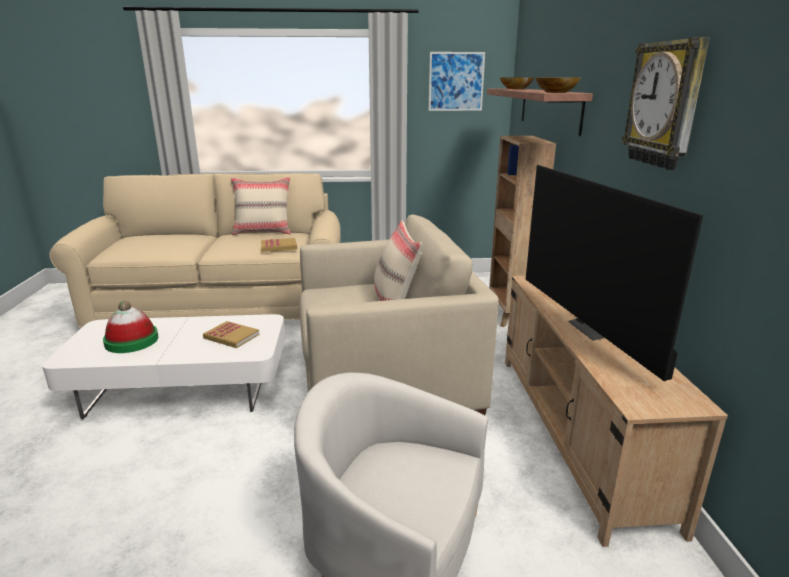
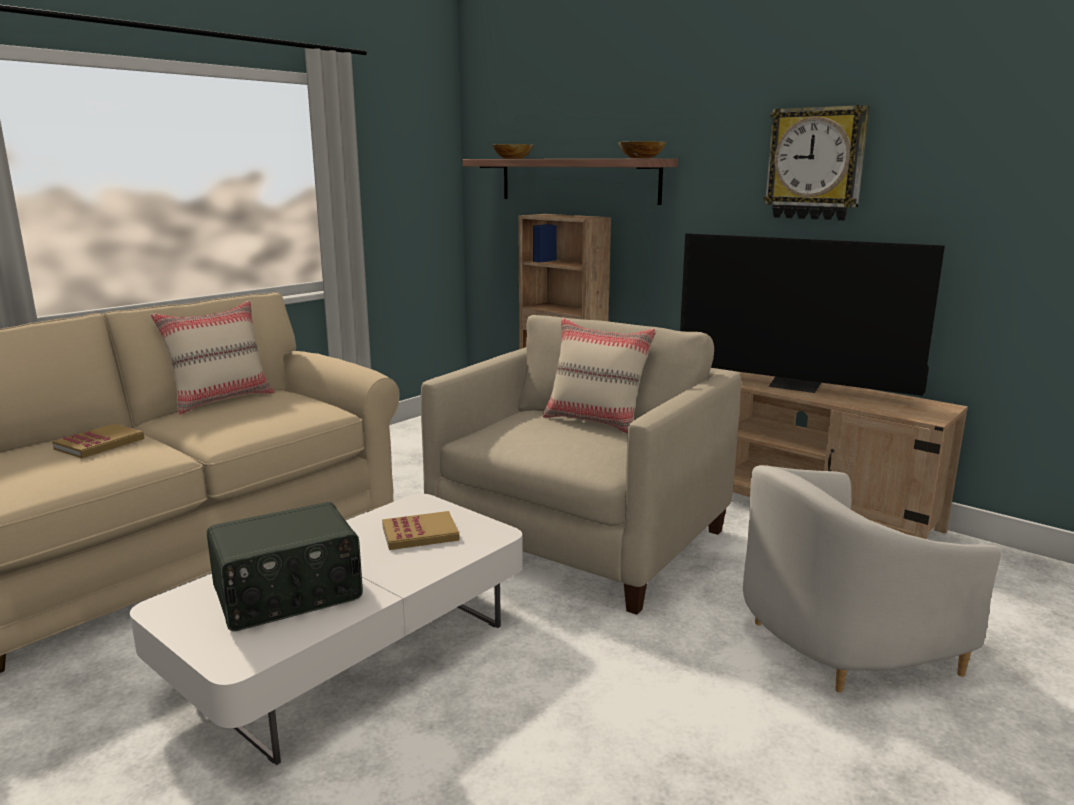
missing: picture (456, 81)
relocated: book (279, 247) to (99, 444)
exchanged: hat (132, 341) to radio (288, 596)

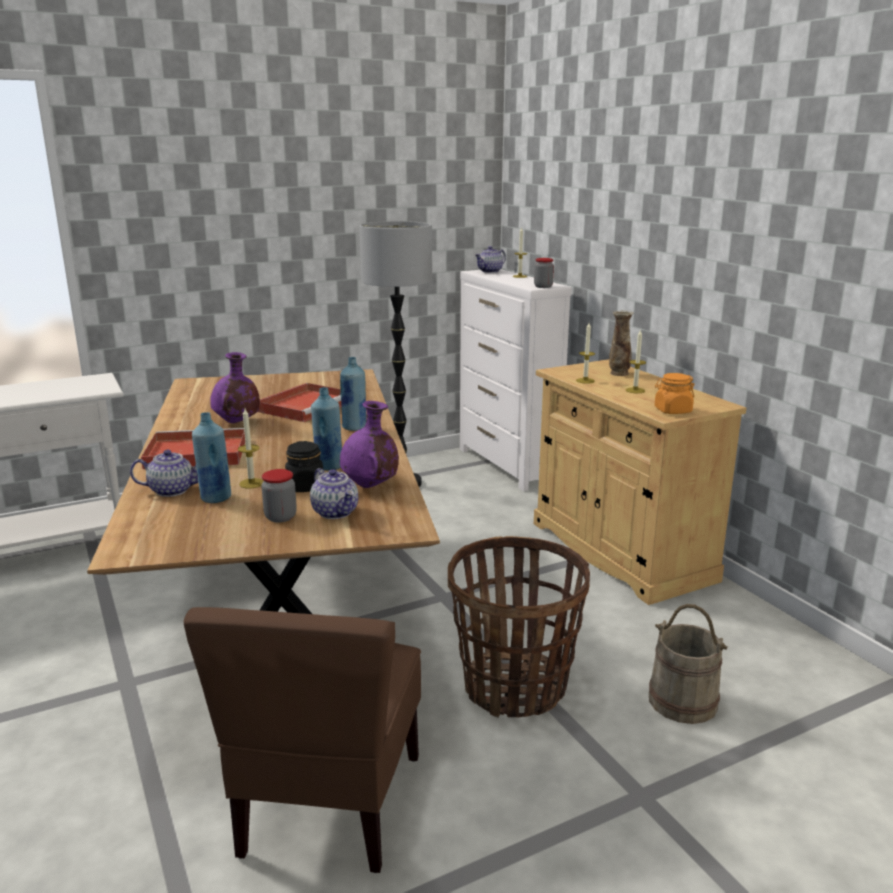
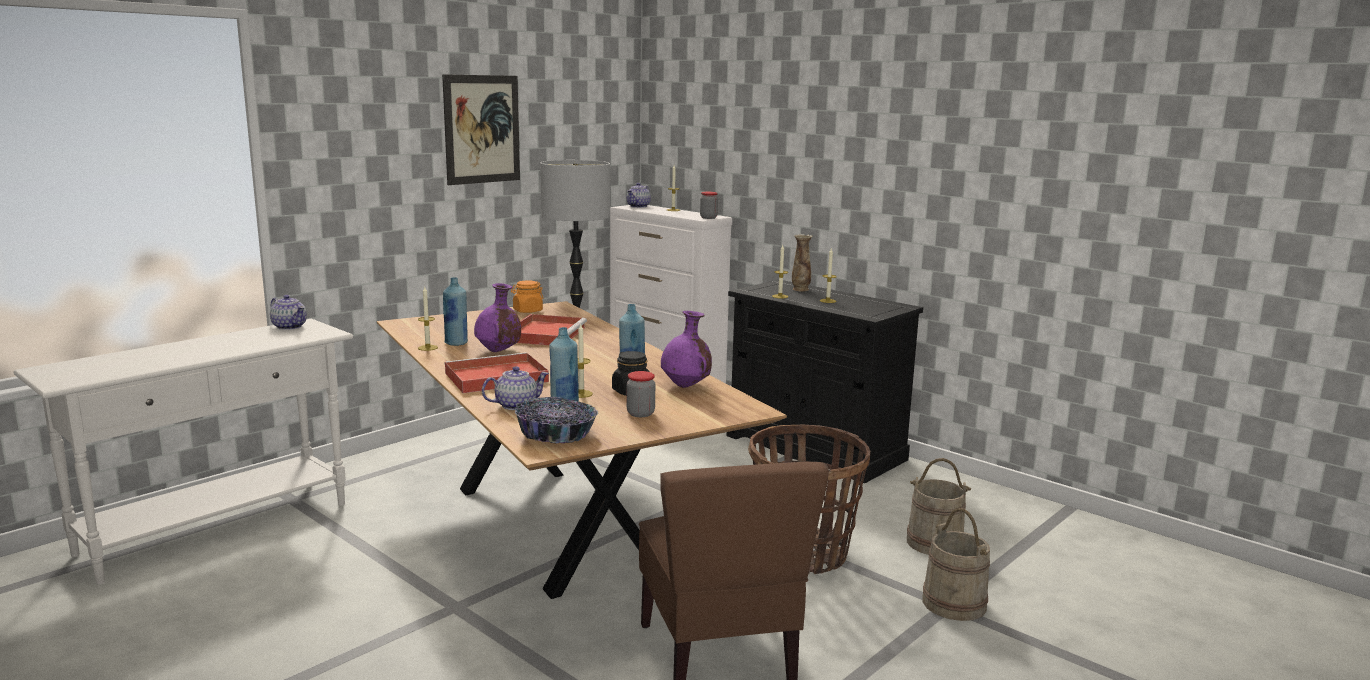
appeared: candle (428, 348); picture (482, 129); bowl (556, 435); bucket in beige (954, 603)
relocated: teapot (336, 512) to (290, 327); bottle in blue (354, 427) to (456, 343); jar in orange (672, 411) to (527, 311)
colour: cabinet in beige (620, 551) to cabinet in black (814, 448)

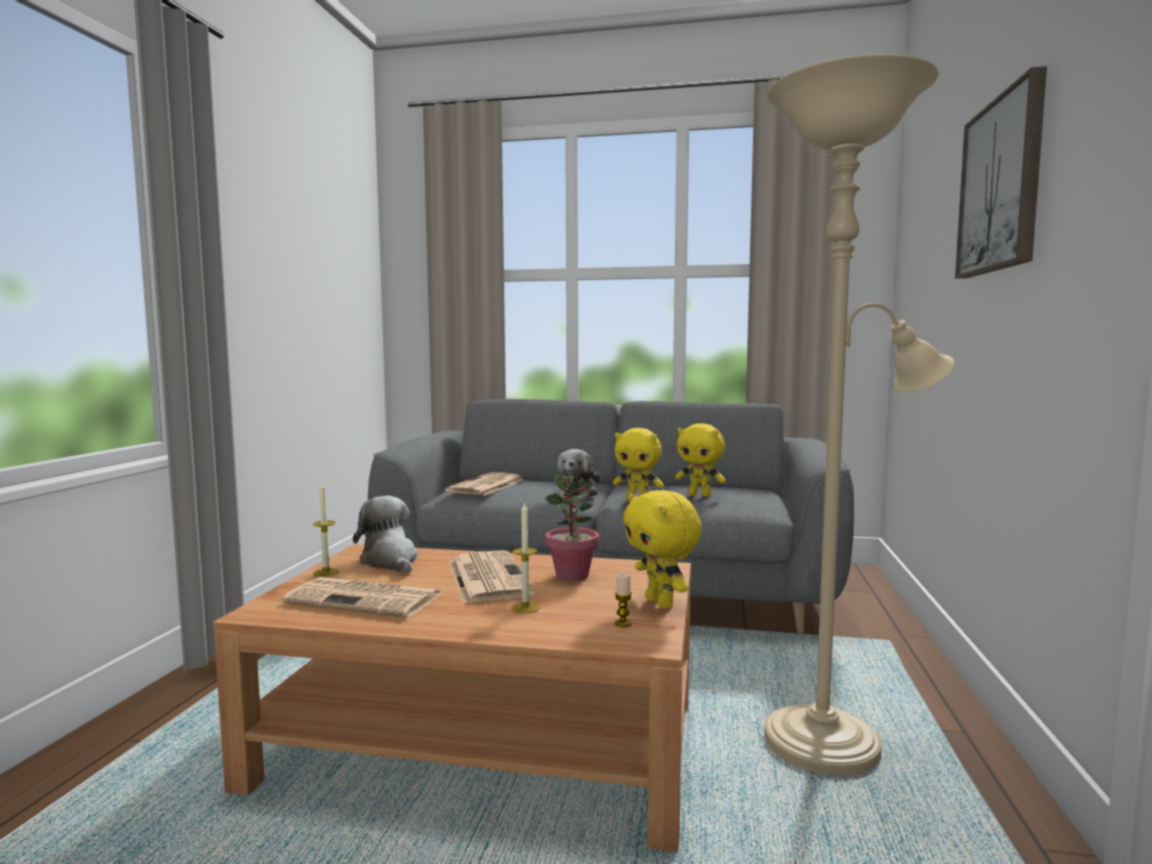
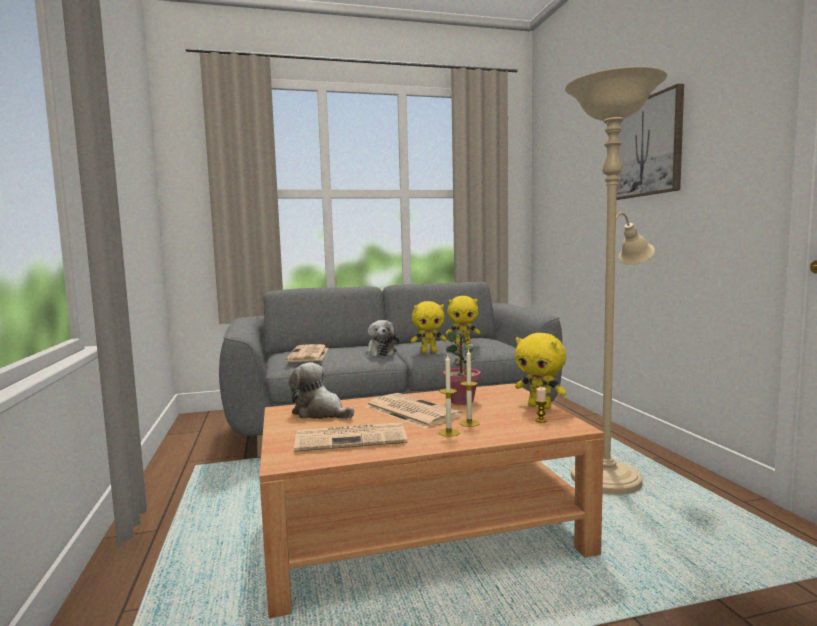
relocated: candle (326, 572) to (448, 432)

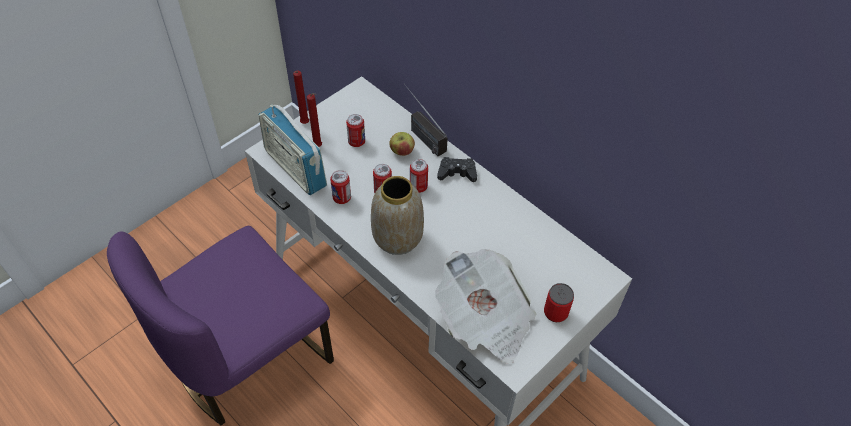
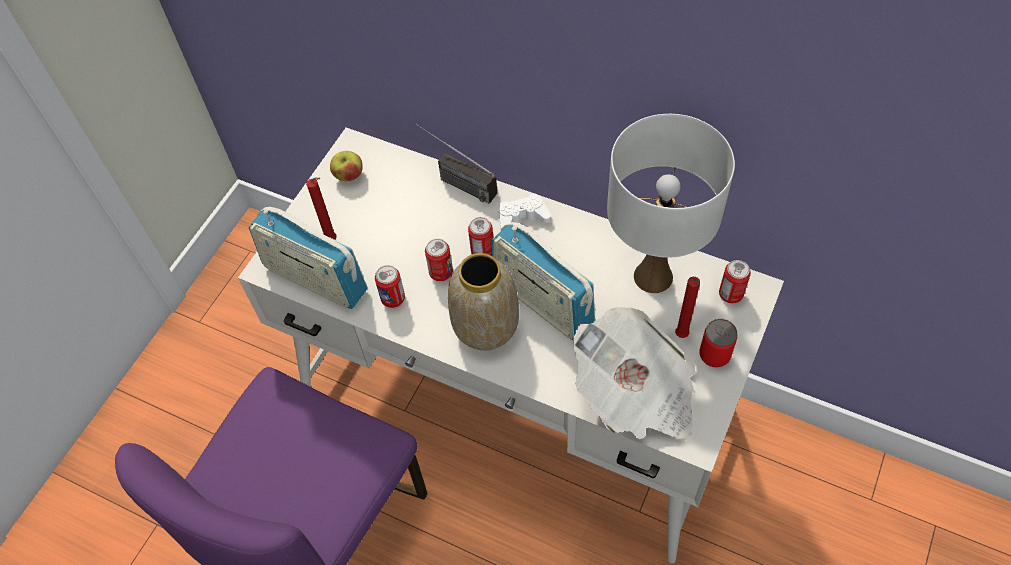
appeared: radio (542, 302); table lamp in white (653, 277)
relocated: apple (402, 151) to (349, 175); candle in red (304, 124) to (682, 336); can (356, 142) to (730, 294)
colour: game controller in black (457, 173) to game controller in white (522, 217)

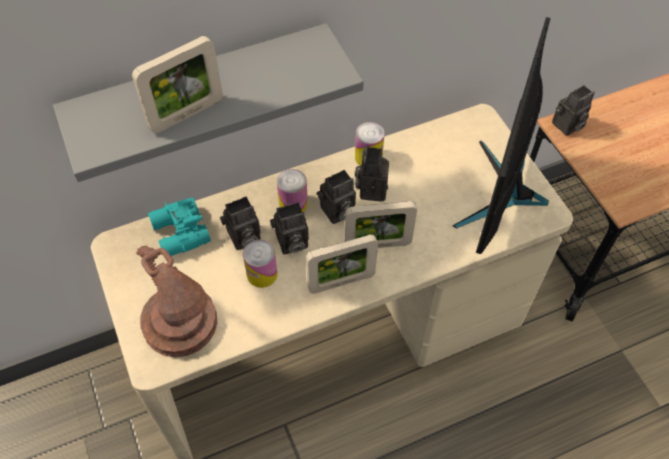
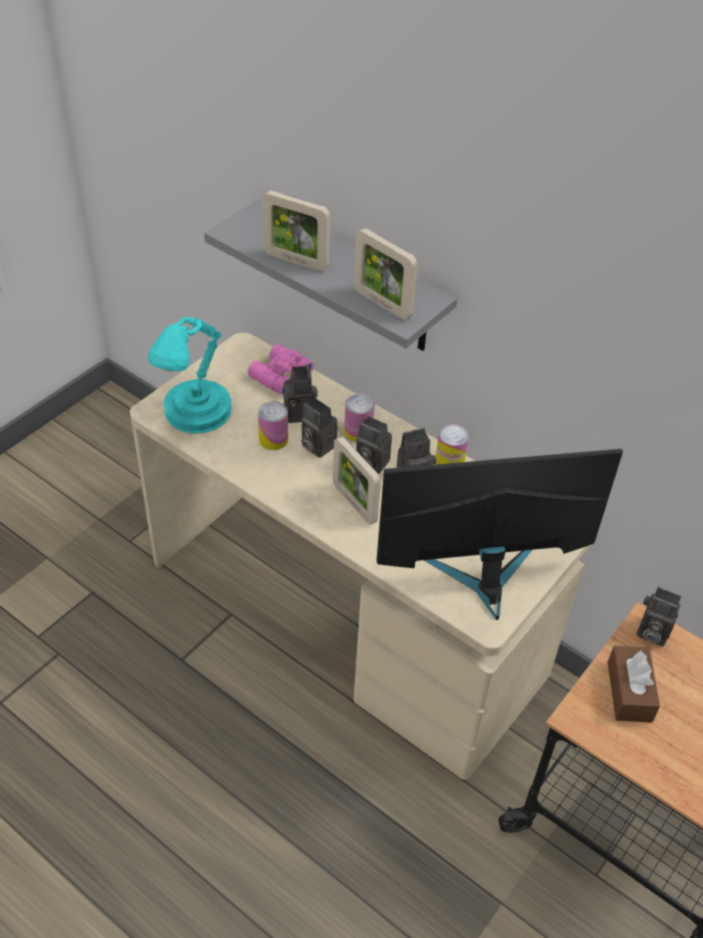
appeared: tissue box in brown (629, 691)
relocated: picture frame (341, 282) to (382, 304)
colour: table lamp in brown (184, 328) to table lamp in turquoise (195, 414); binoculars in turquoise (179, 234) to binoculars in pink (278, 376)
spun: photo camera (243, 238) = (300, 414) 135 degrees counterclockwise

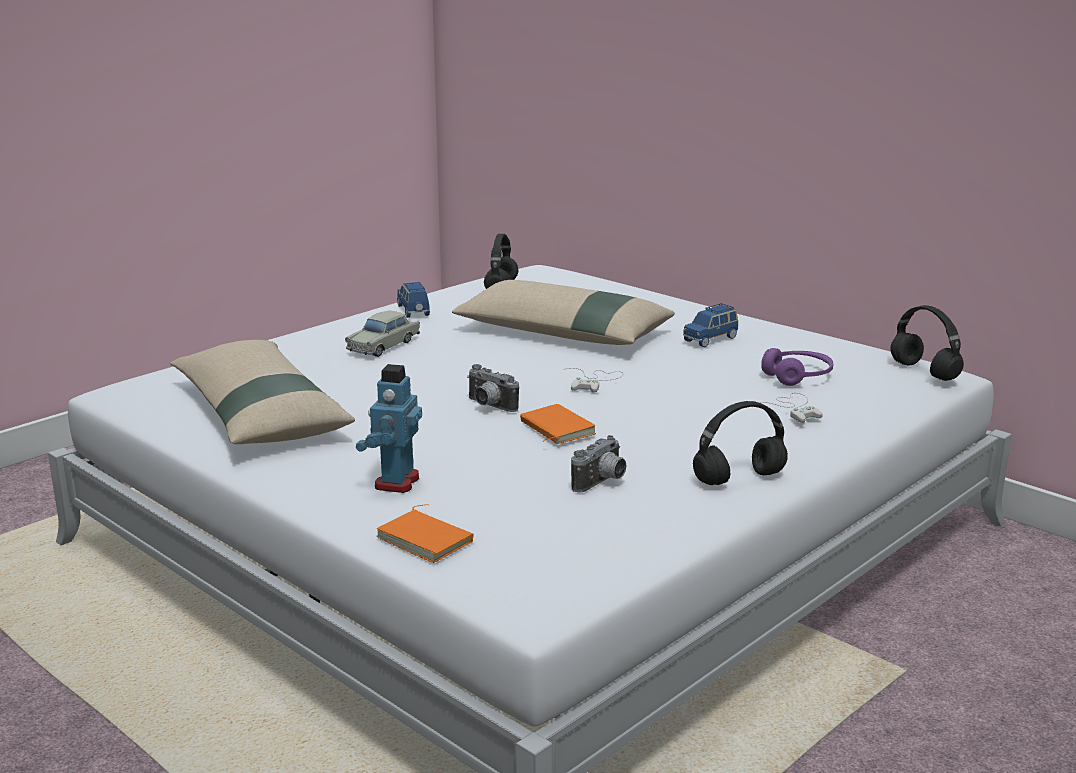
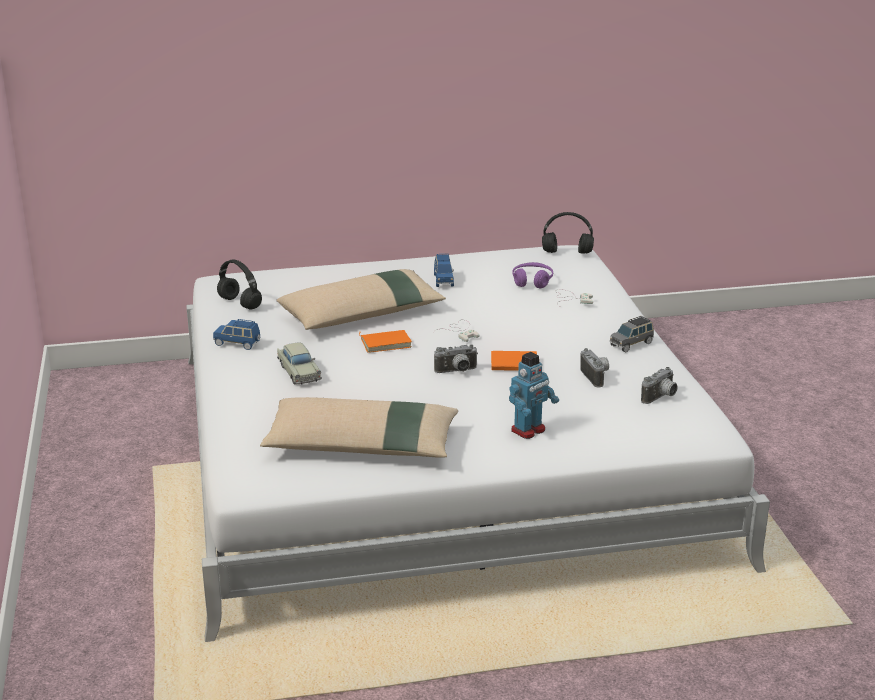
appeared: photo camera (661, 398)
relocated: book in orange (427, 539) to (386, 343)
exchanged: headphones in black (738, 479) to toy car in grey (631, 344)
spun: toy robot (395, 482) = (529, 430) 90 degrees counterclockwise

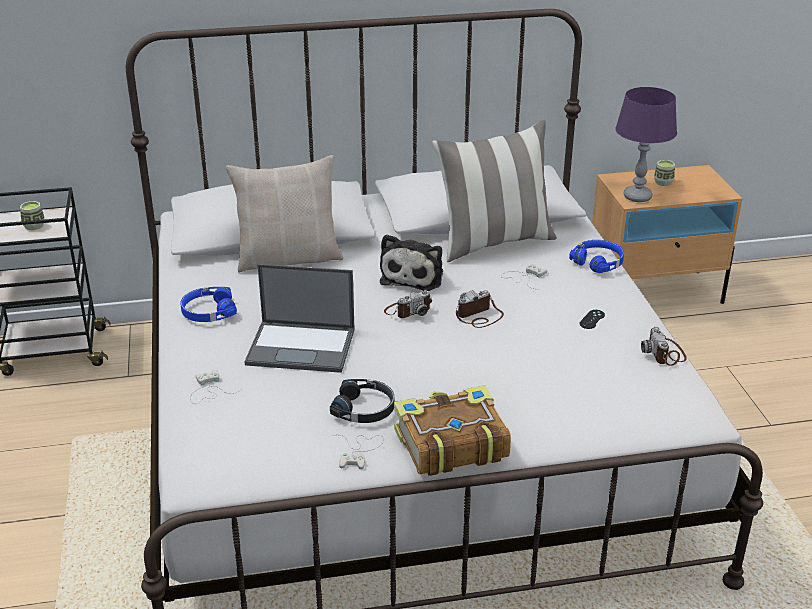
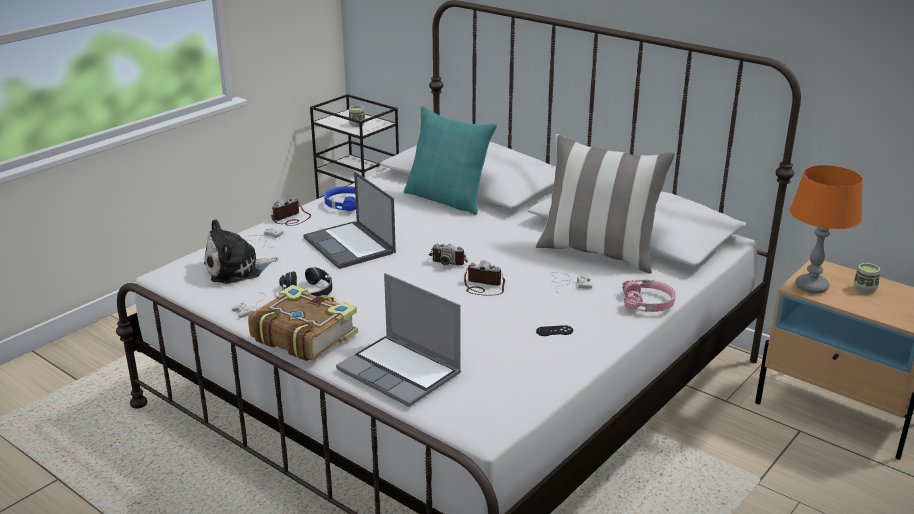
appeared: laptop (401, 372)
relocated: plush toy (414, 276) to (237, 269); photo camera (665, 353) to (291, 219)
colour: pillow in beige (288, 258) to pillow in turquoise (448, 199); headphones in blue (598, 262) to headphones in pink (648, 303); table lamp in purple (638, 197) to table lamp in orange (812, 287)

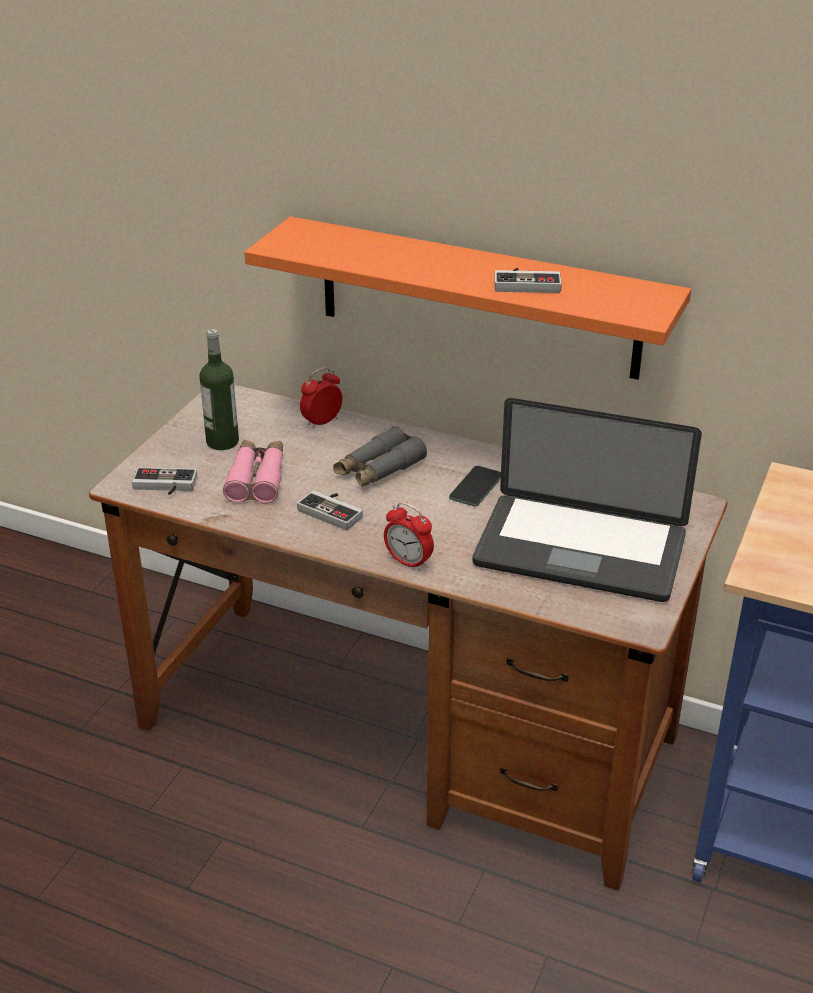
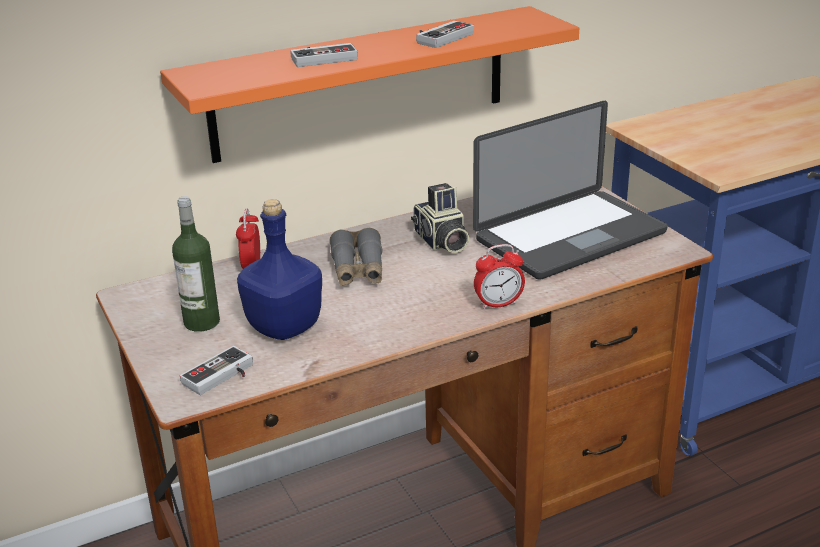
relocated: game controller (333, 511) to (322, 57)
exchanged: binoculars in pink (257, 478) to bottle in blue (285, 326); phone (476, 487) to photo camera (441, 242)

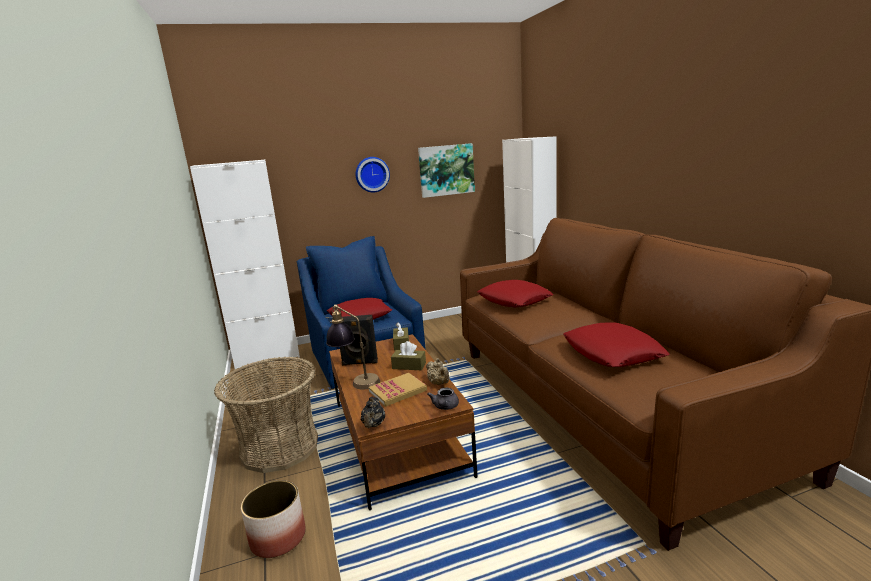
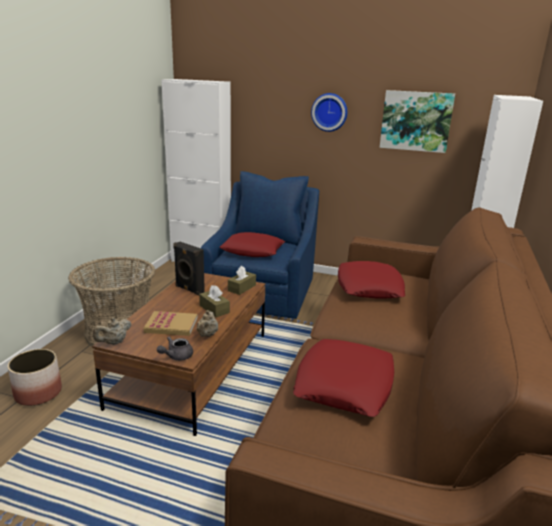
missing: table lamp (356, 381)
colour: teapot in black (373, 425) to teapot in beige (114, 342)

